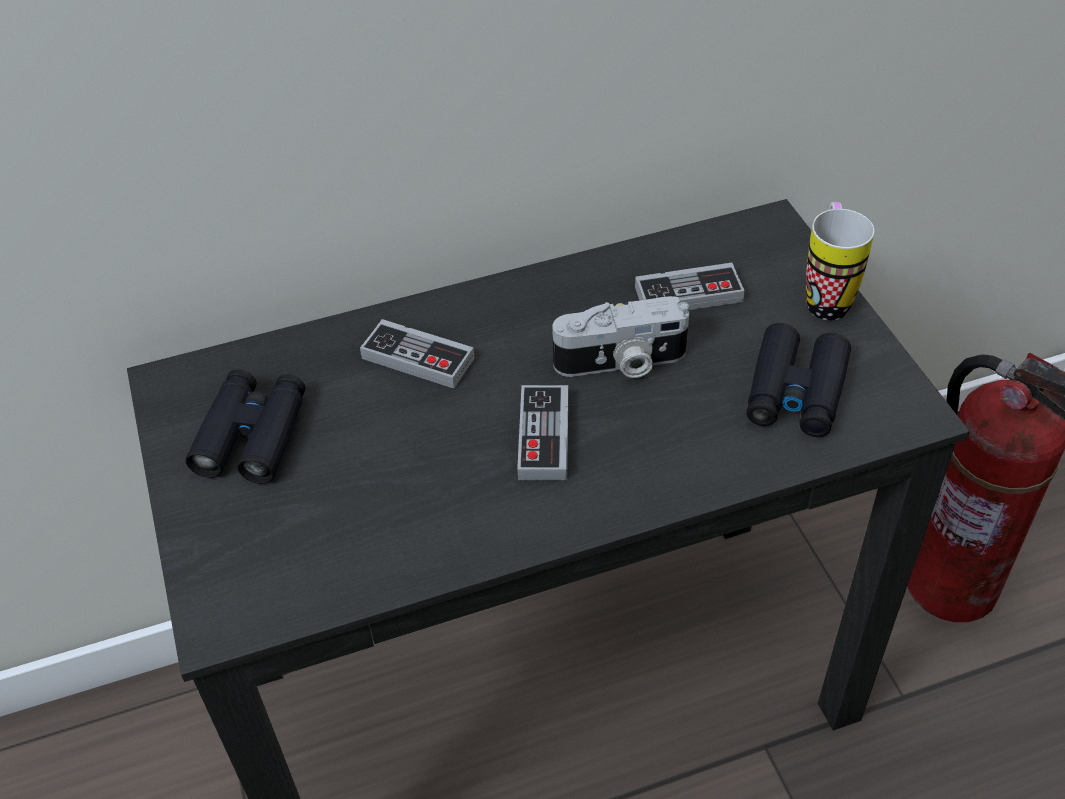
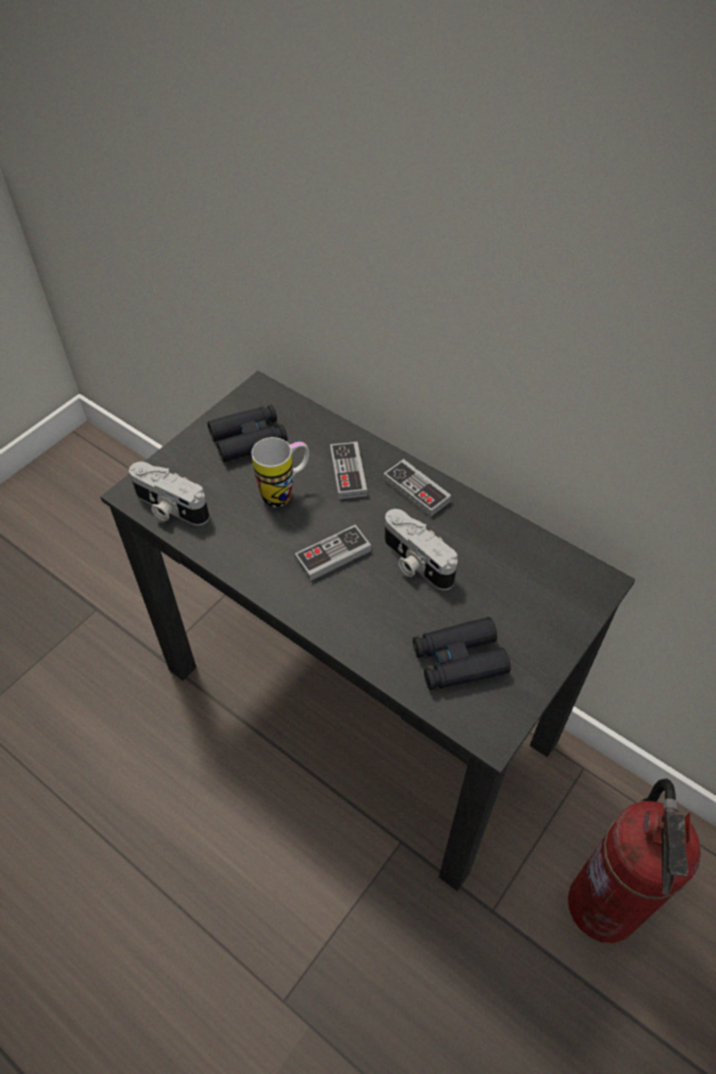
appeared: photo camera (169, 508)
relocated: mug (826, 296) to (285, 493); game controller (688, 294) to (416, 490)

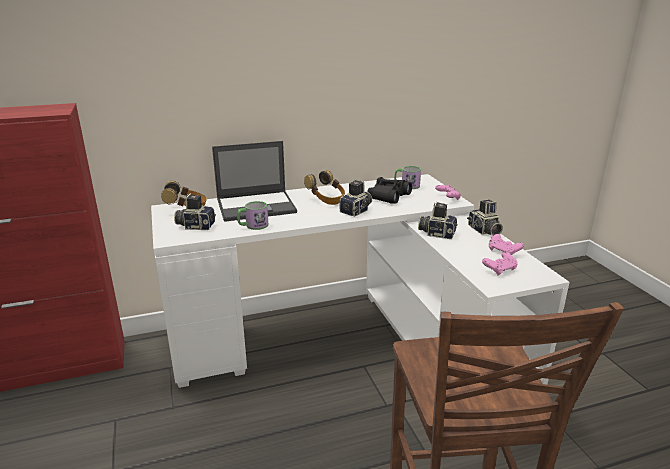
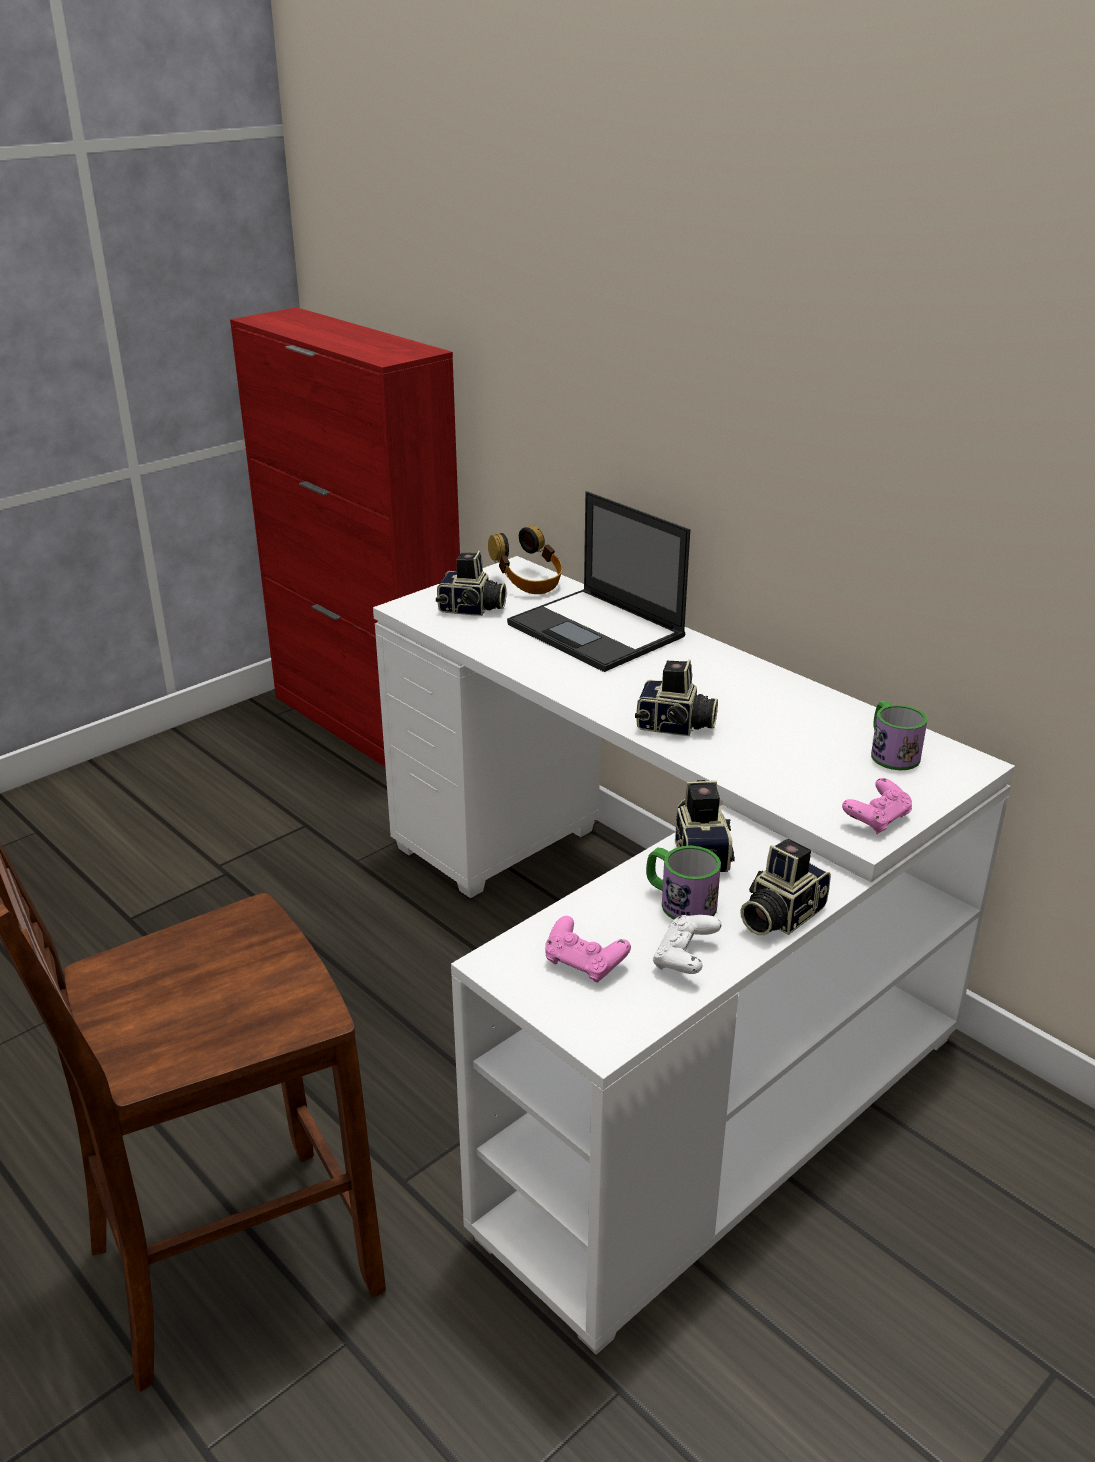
missing: headphones (326, 199); binoculars in black (388, 196)
relocated: mug (253, 226) to (679, 901)
colour: game controller in pink (503, 251) to game controller in white (685, 959)
spun: photo camera (196, 226) = (472, 609) 120 degrees clockwise

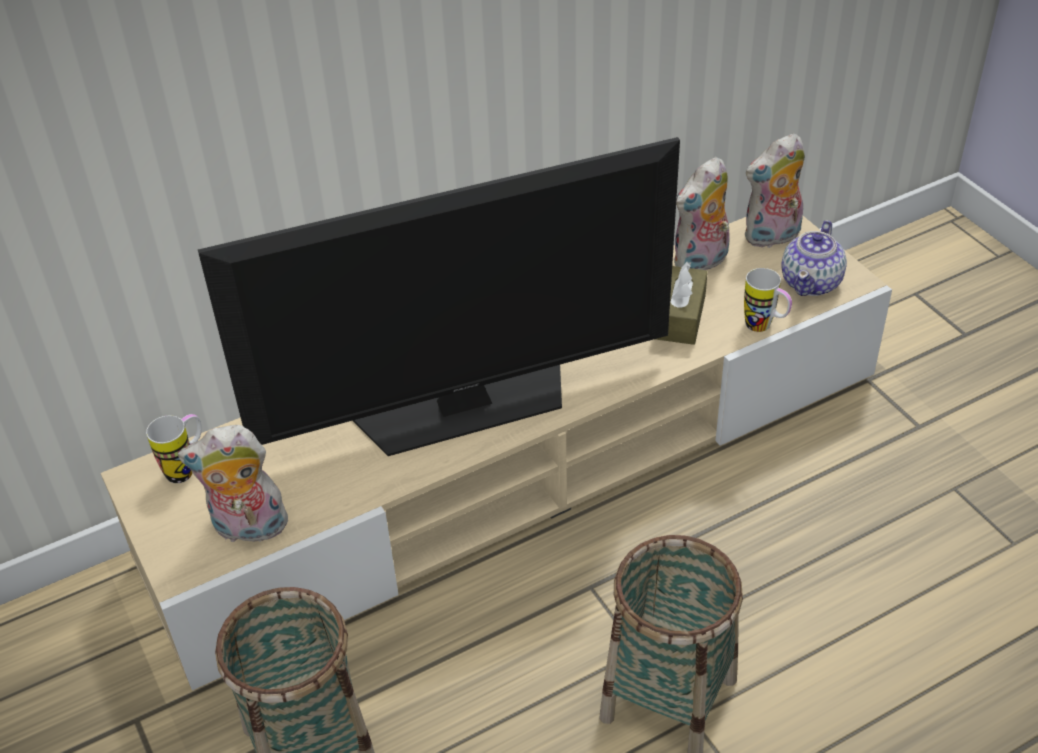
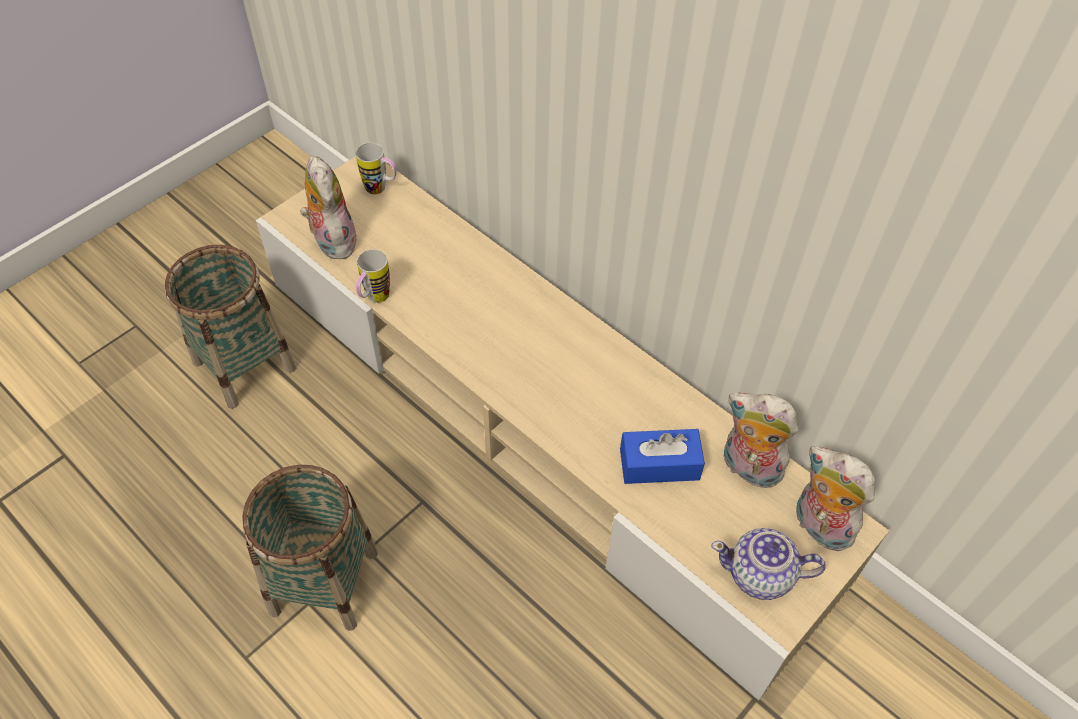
missing: television (464, 405)
relocated: mug (764, 327) to (374, 299)
colour: tissue box in brown (680, 317) to tissue box in blue (659, 464)

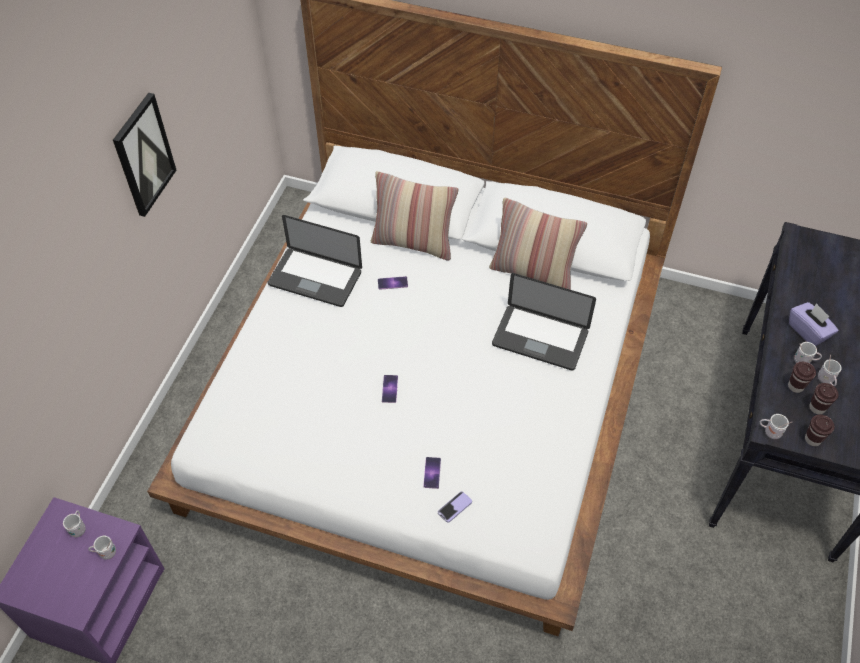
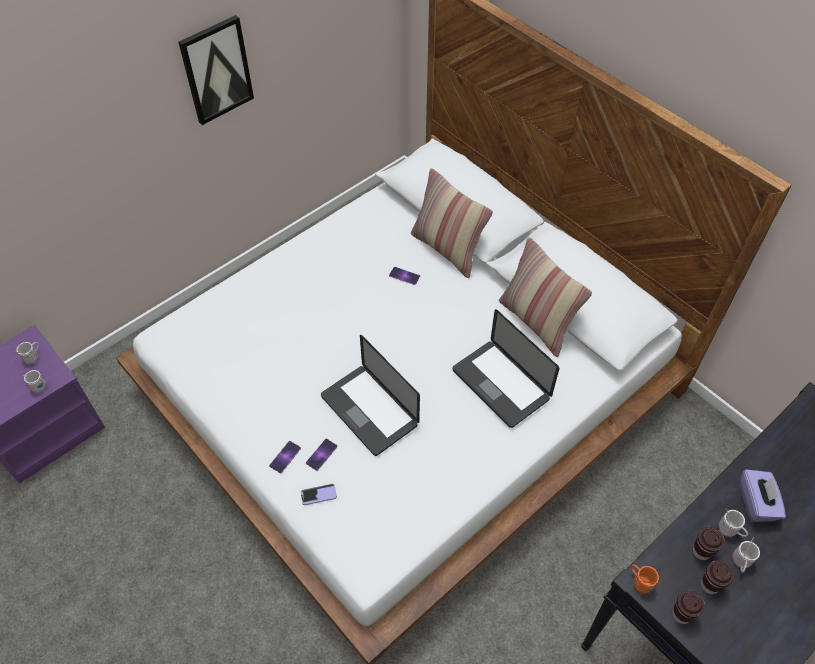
relocated: phone (390, 389) to (285, 457); laptop (315, 278) to (369, 410)
colour: mug in white (770, 432) to mug in orange (639, 582)

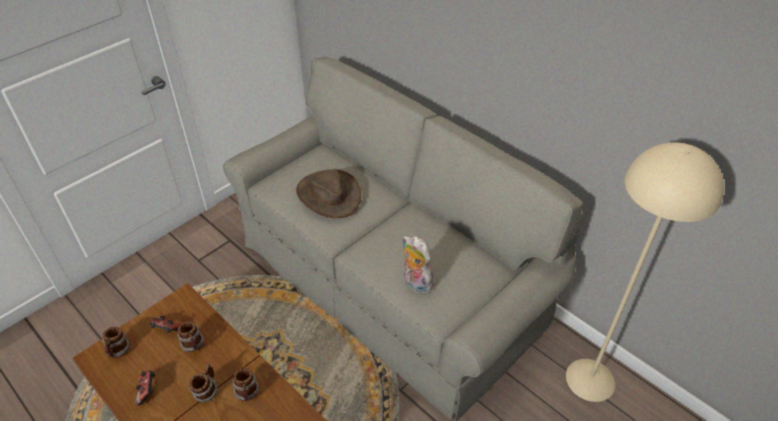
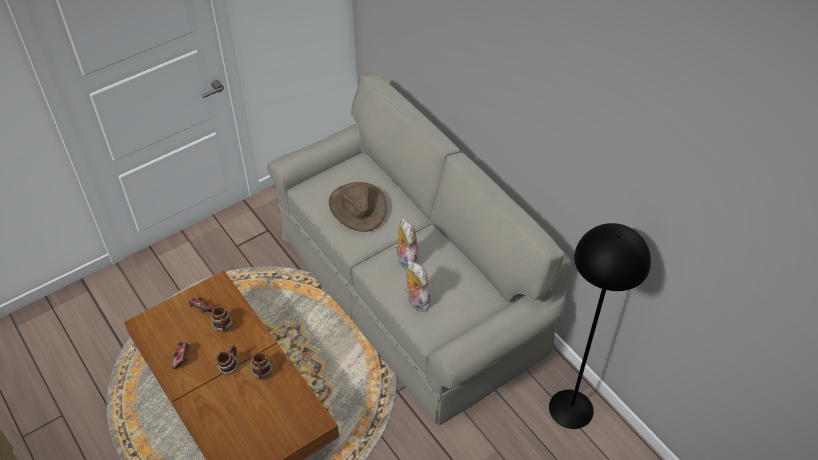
missing: mug (118, 351)
appeared: plush toy (406, 259)
colour: floor lamp in beige (591, 379) to floor lamp in black (571, 409)

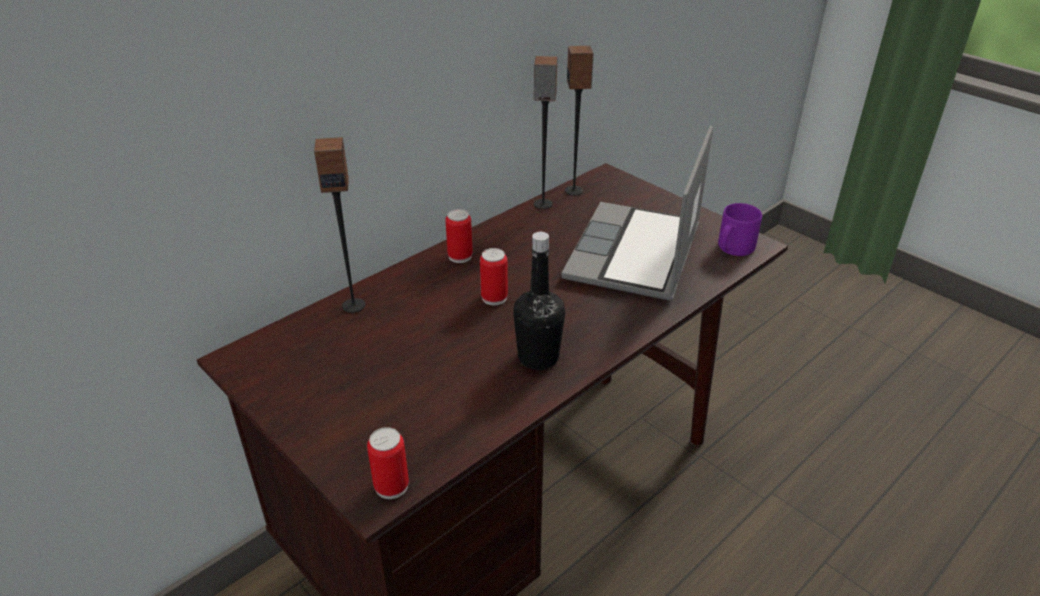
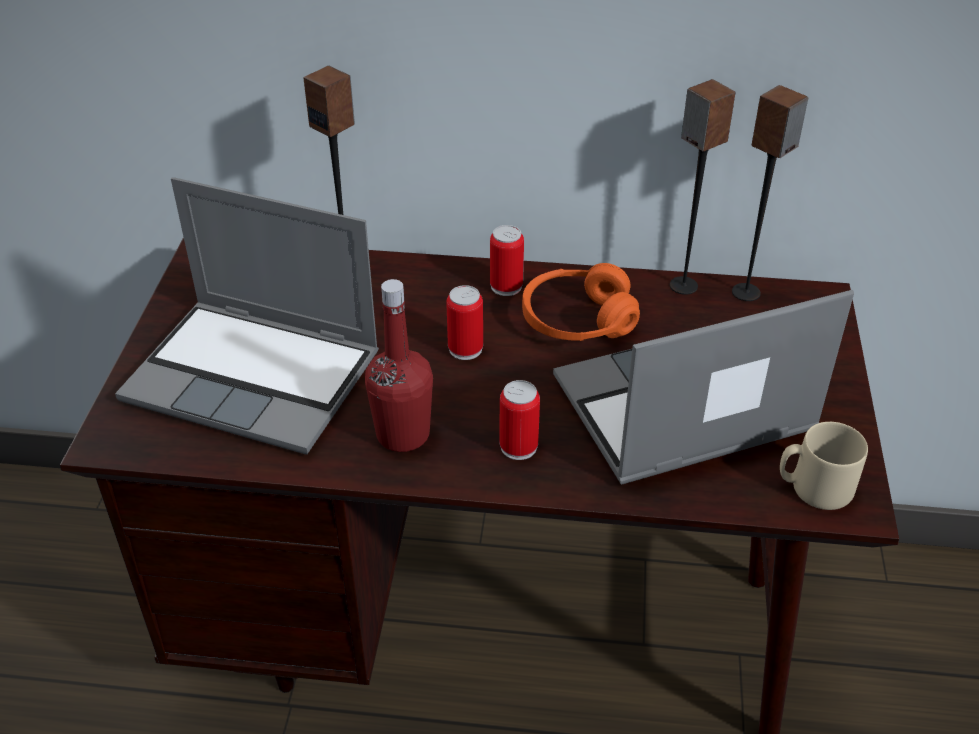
appeared: laptop (257, 377); headphones in orange (577, 320)
relocated: can (391, 486) to (518, 446)
colour: bottle in black (538, 357) to bottle in red (403, 434); mug in purple (733, 248) to mug in beige (814, 488)

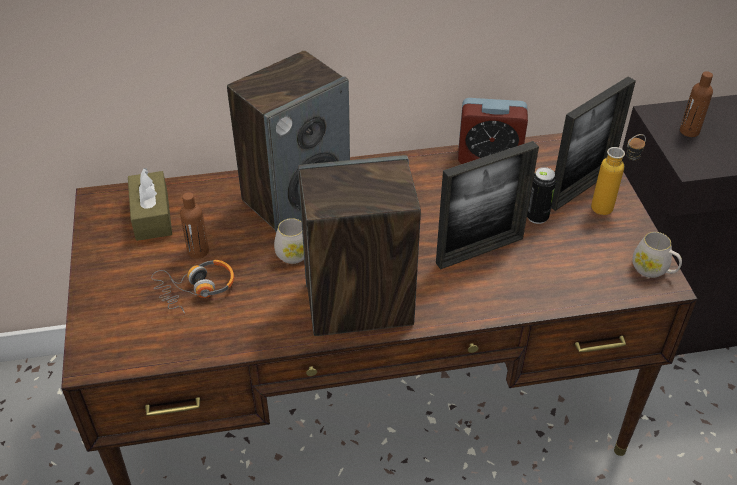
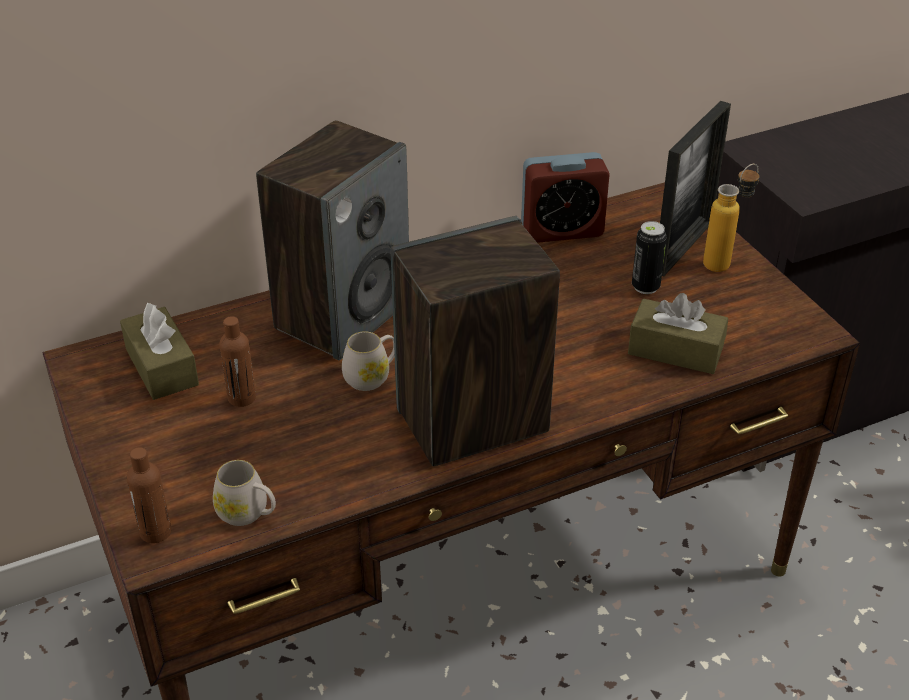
missing: headphones (196, 289); picture frame (479, 250)
appeared: tissue box in brown (675, 350)
relocated: bottle in brown (689, 131) to (155, 532); mug in white (653, 270) to (248, 513)

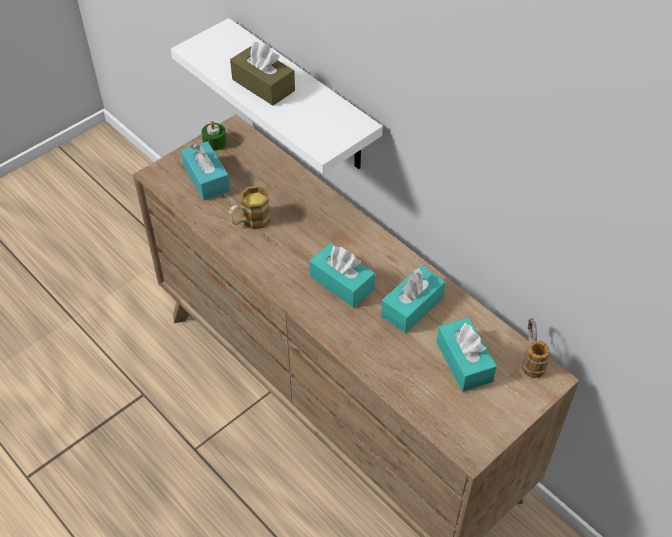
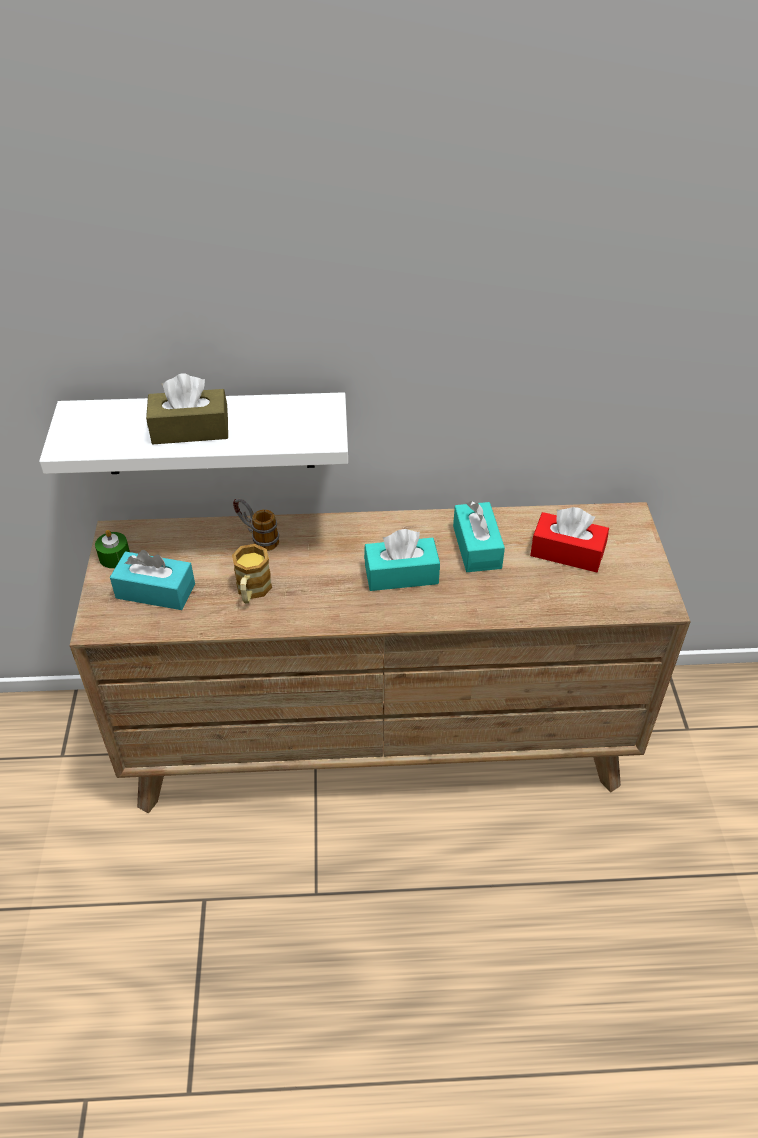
relocated: mug (530, 358) to (256, 538)
colour: tissue box in turquoise (464, 361) to tissue box in red (567, 552)

